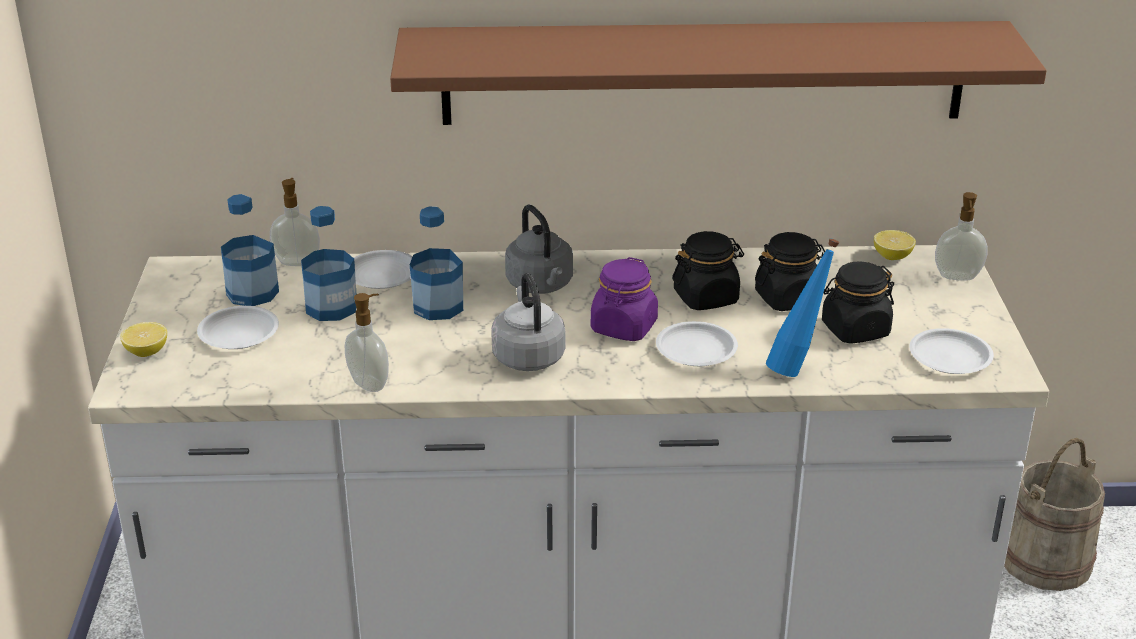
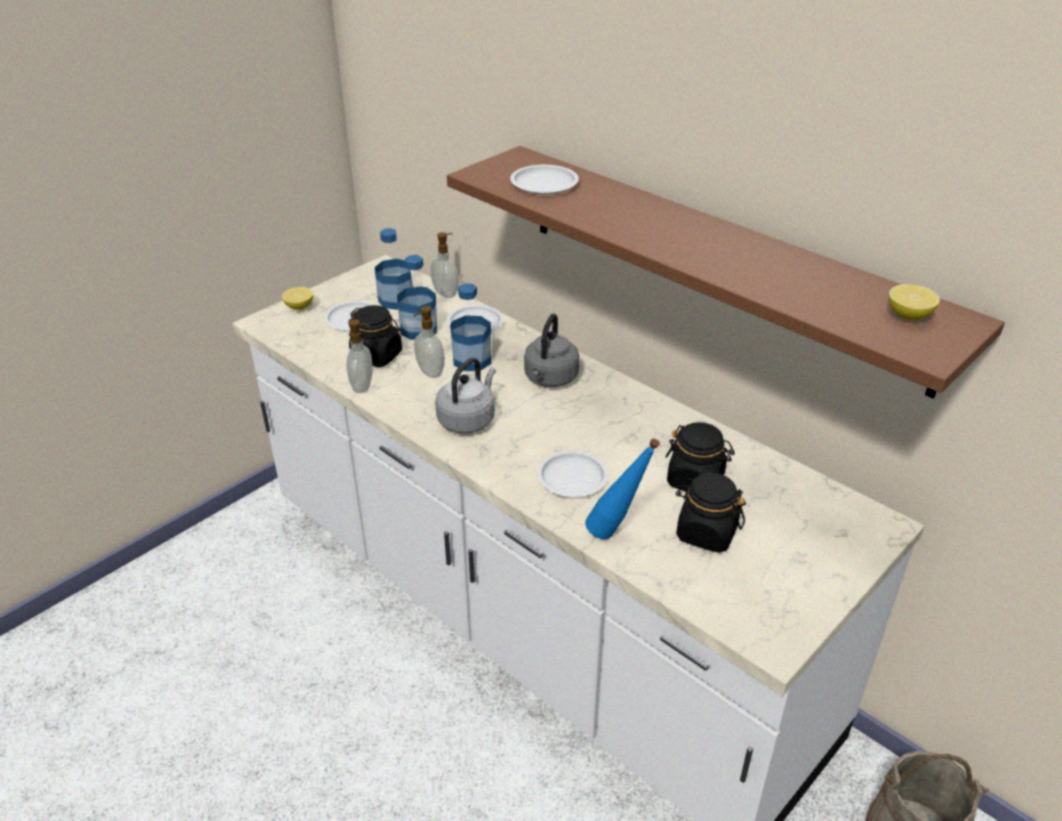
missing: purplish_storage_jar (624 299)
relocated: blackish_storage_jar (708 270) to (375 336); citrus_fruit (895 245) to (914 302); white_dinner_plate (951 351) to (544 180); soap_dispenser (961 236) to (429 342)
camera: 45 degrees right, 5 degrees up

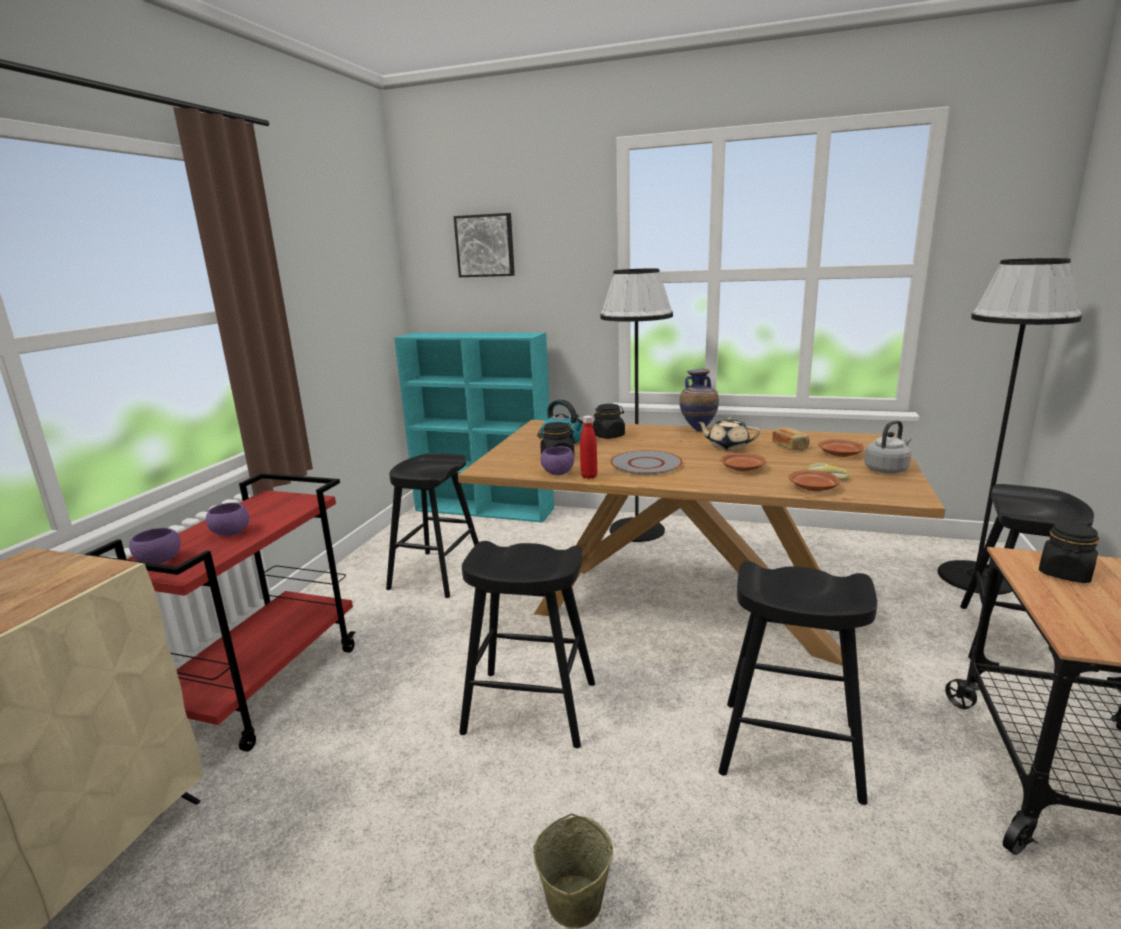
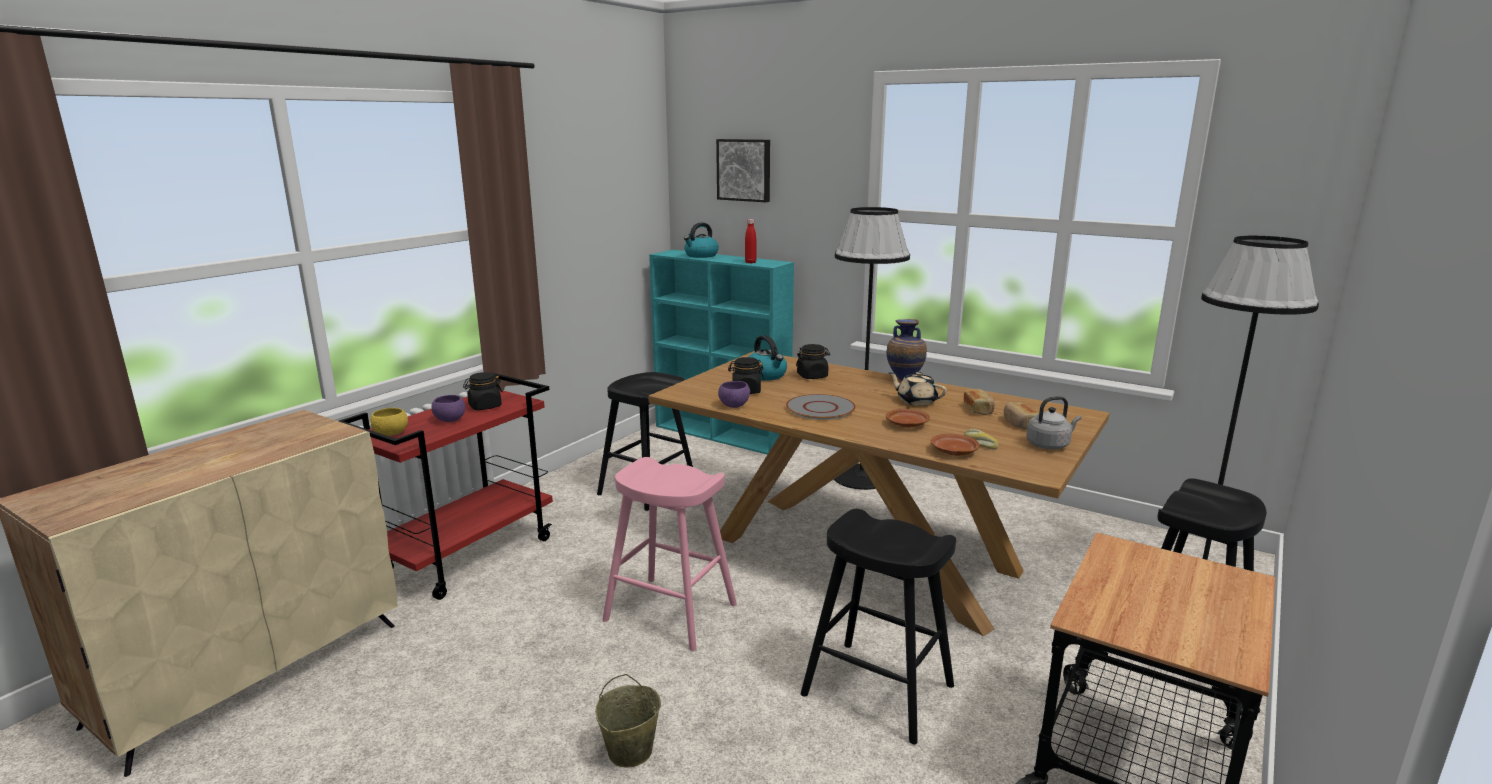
appeared: water_kettle (701 240)
relocated: red_bottle (588 447) to (750 241); blackish_storage_jar (1069 552) to (483 391)
exchanged: brown-coloured_dinner_plate (841 448) to baked_bread (1021 416)
colour: purplish_serving_bowl (155 546) to yellow_serving_bowl (389 422); blackish_sitting_stool (527 644) to pink-coloured_sitting_stool (669 554)
camera: 15 degrees right, 0 degrees up

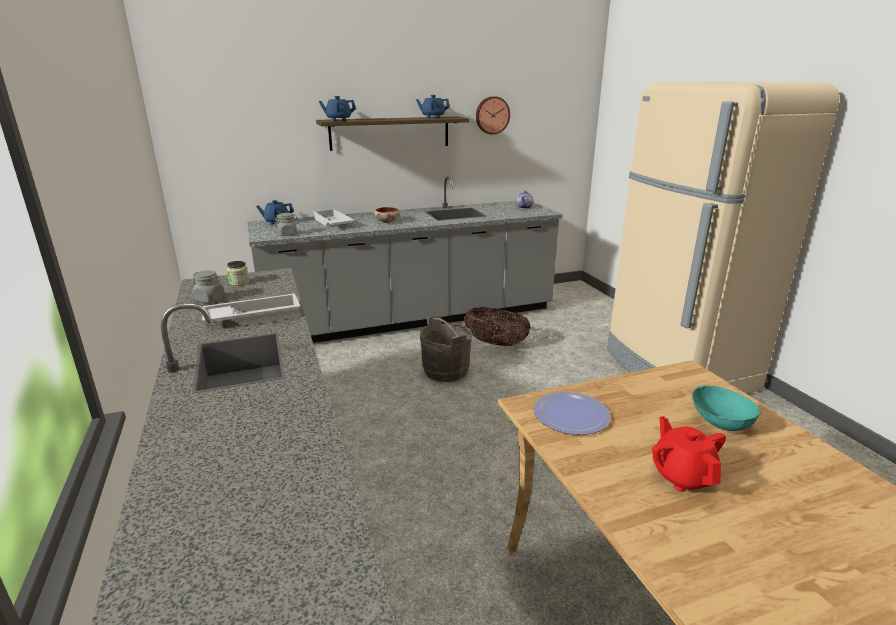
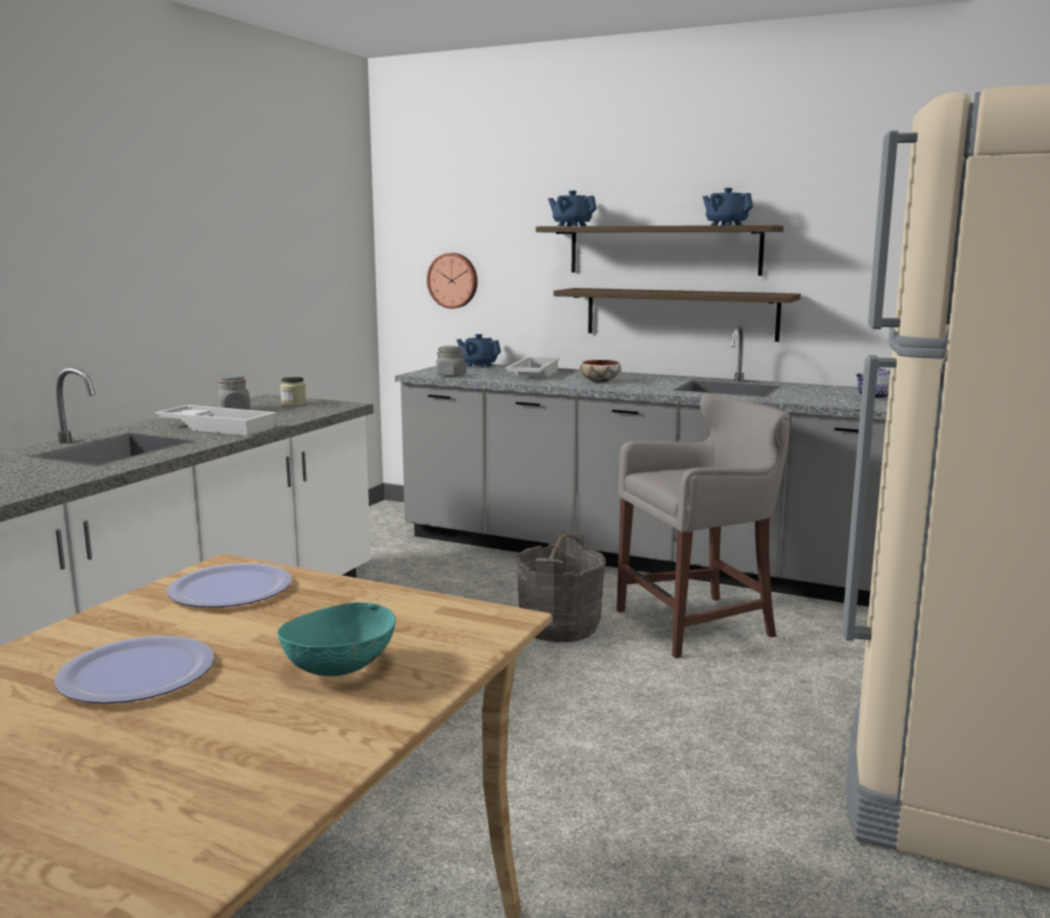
appeared: wall_shelf (677 315)
relocated: wall_clock (493 115) to (452 281)
exchanged: basket (497 326) to gray_sitting_stool (703 526); red_teapot (689 454) to dinner_plate (134 670)
camera: 45 degrees right, 10 degrees down

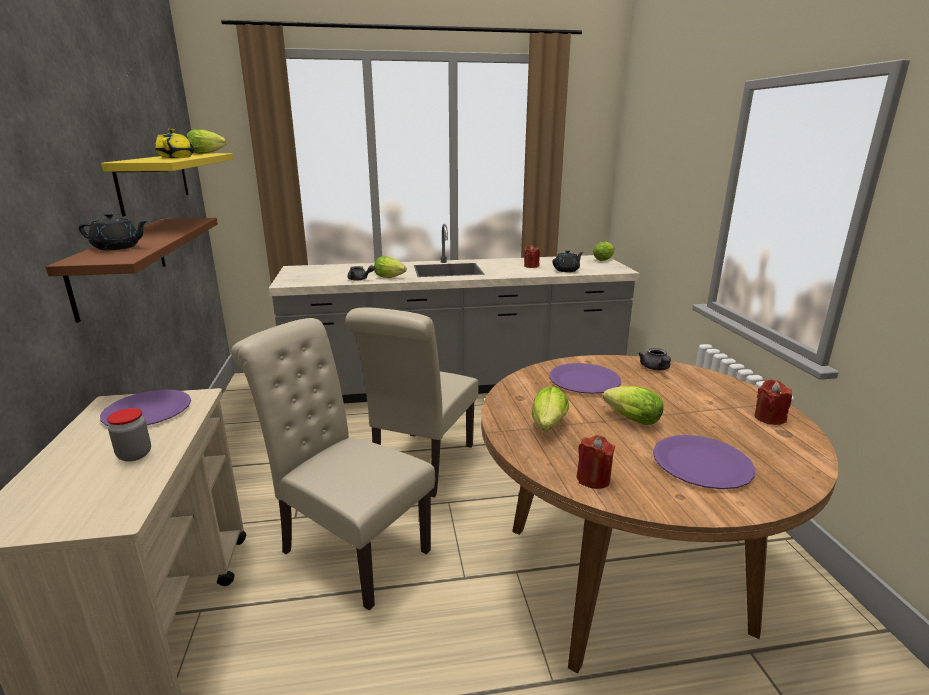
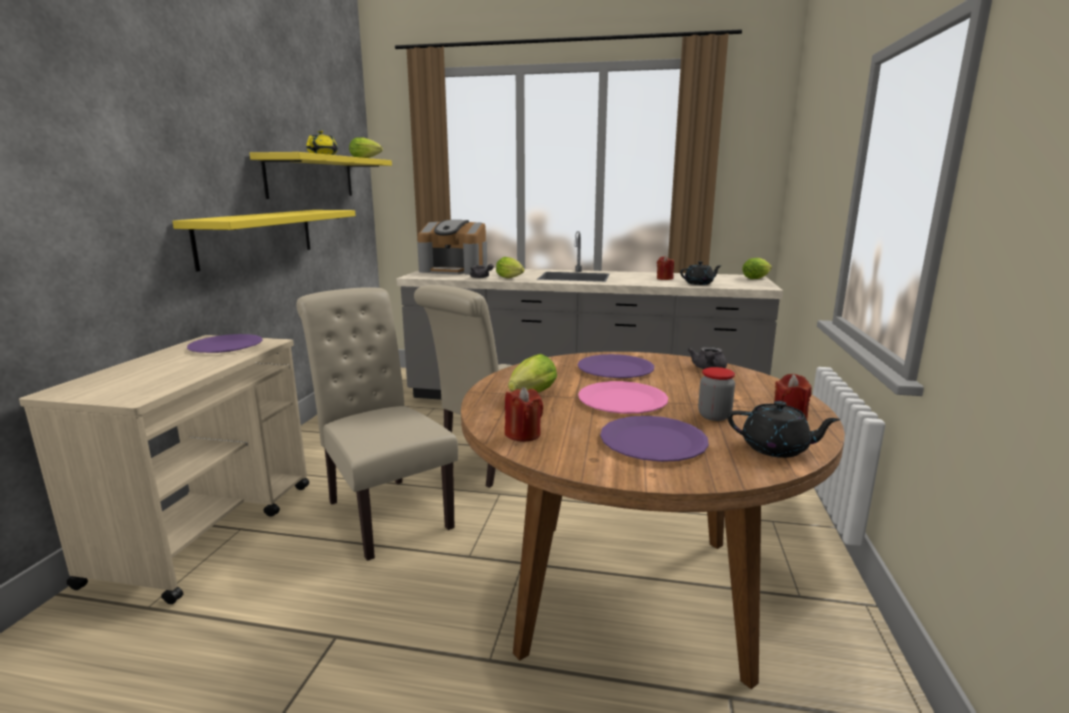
appeared: coffee_maker (452 247)
relocated: blackish_teapot (113 231) to (783 429); storage_jar (129 435) to (716 394)
exchanged: lettuce_head (633 405) to pink-coloured_dinner_plate (623 397)
colour: brown-coloured_wall_shelf (132 270) to yellow_wall_shelf (263 241)
camera: 20 degrees right, 5 degrees down

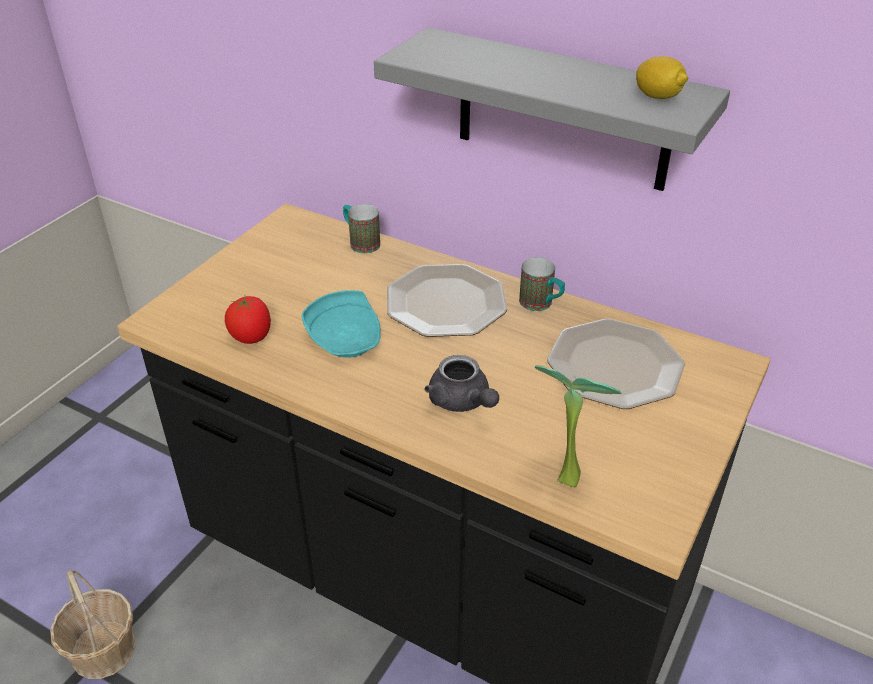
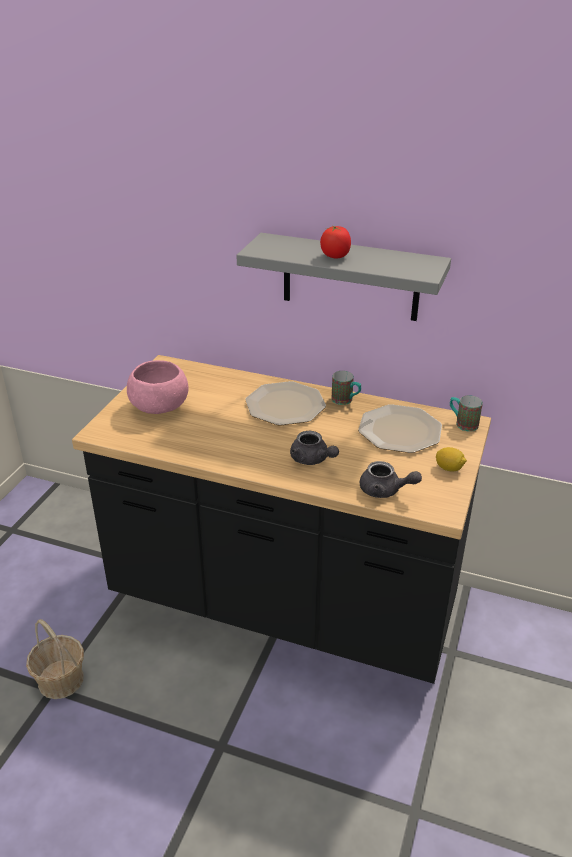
missing: turquoise_dinner_plate (341 324)
appeared: pink-coloured_serving_bowl (157 387)
relocated: whole_tomato (248 320) to (335 242); mug (361 229) to (466 414); citrus_fruit (662 77) to (451 459)
exchanged: houseplant (578 426) to gray_teapot (391 479)
camera: 10 degrees left, 5 degrees down

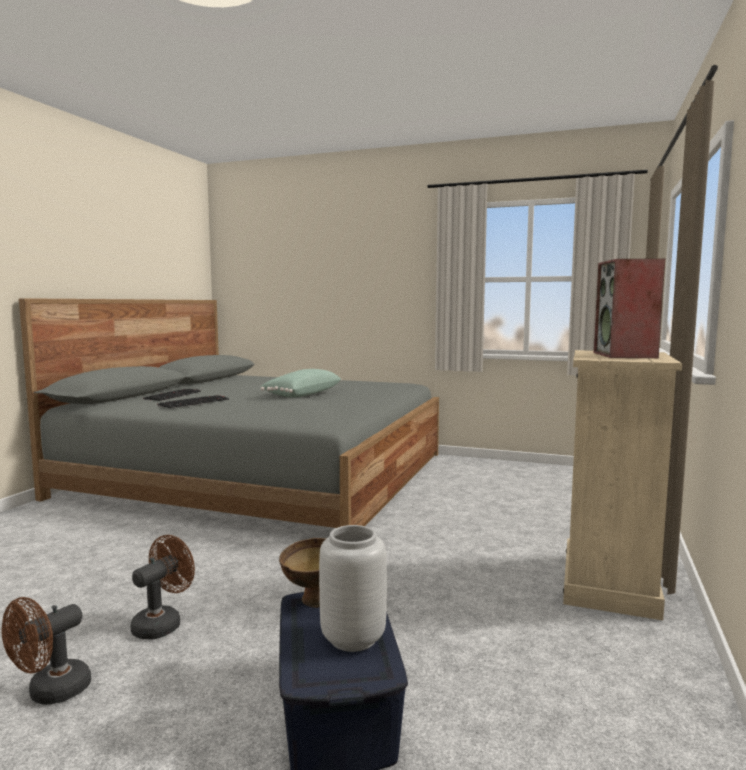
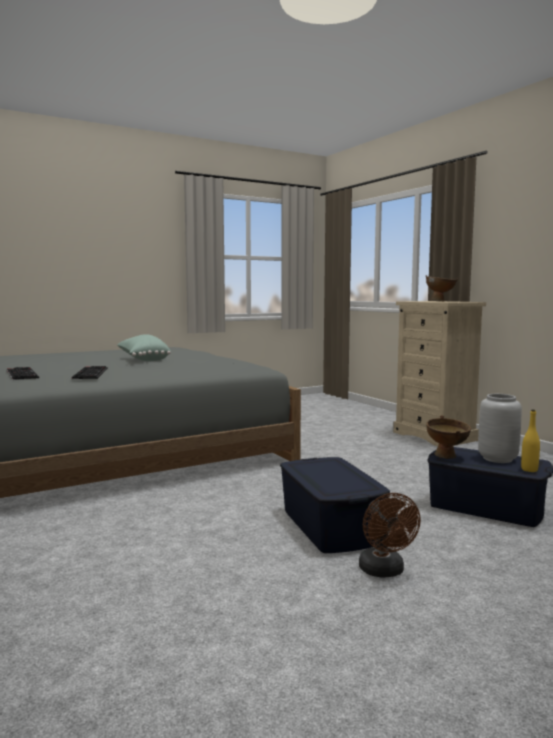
appeared: yellow_bottle (530 441)
exchanged: brown-coloured_cooling_fan (163 587) to blue-coloured_storage_box (335 505); loudspeaker (629 308) to brown-coloured_serving_bowl (442 288)
camera: 50 degrees left, 0 degrees up

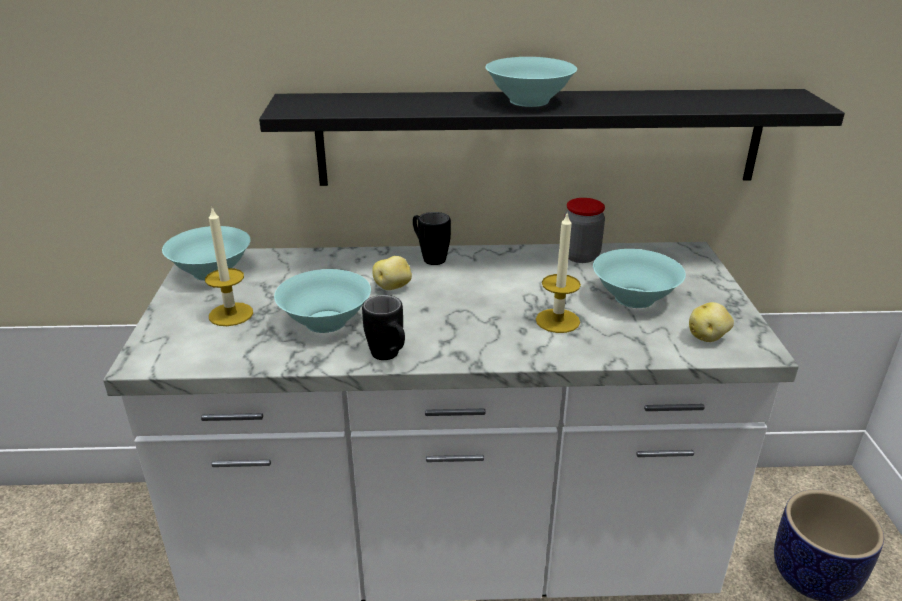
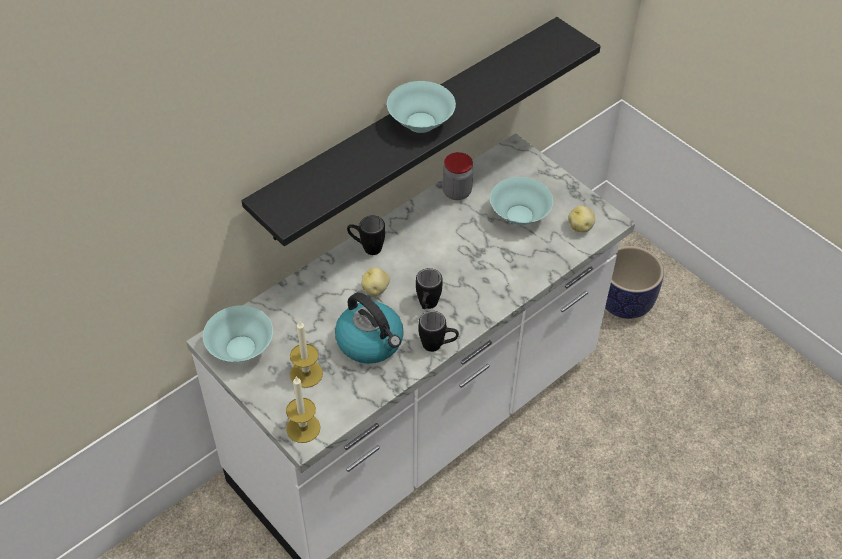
appeared: blackish_mug (429 288)
relocated: wax_candle (558 272) to (303 409)
exchanged: turquoise_serving_bowl (322 301) to water_kettle (369 328)
camera: 40 degrees left, 20 degrees up

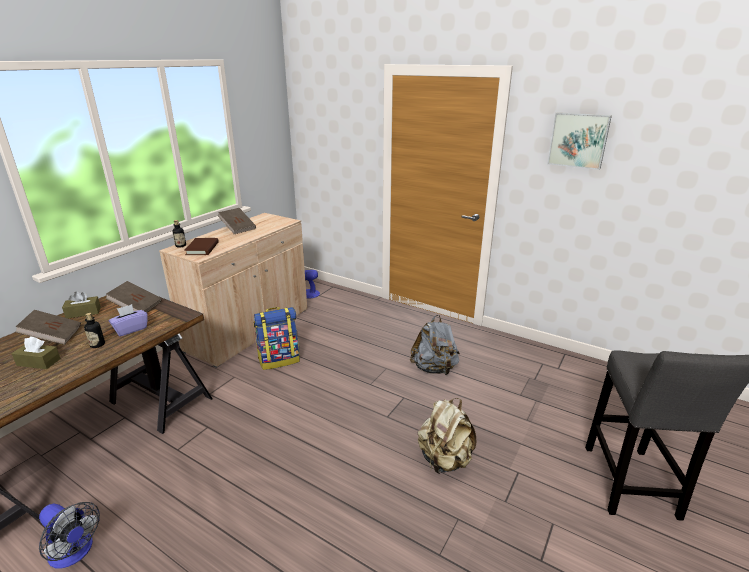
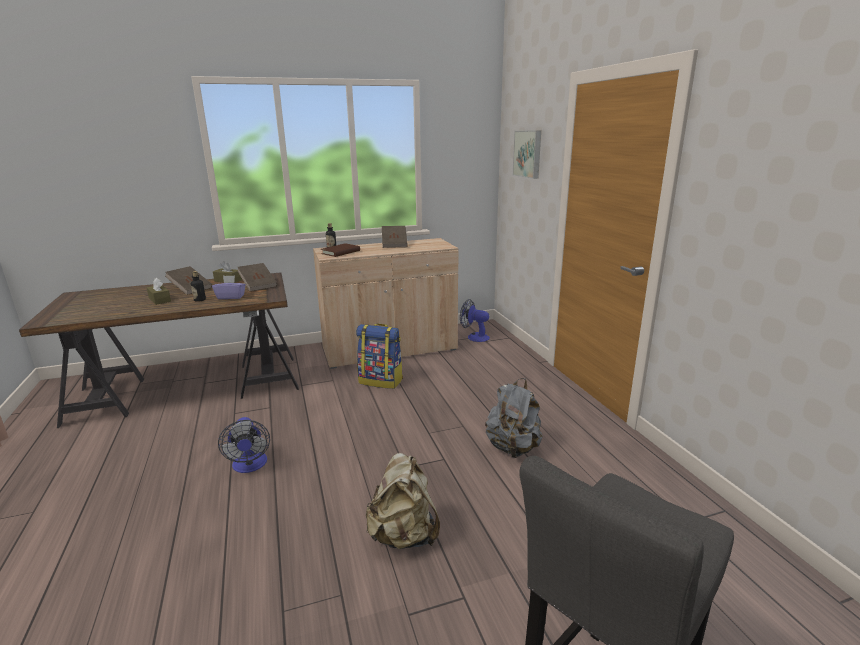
relocated: cooling_fan (69 535) to (244 445); wall_picture (579 141) to (527 154)
camera: 40 degrees right, 5 degrees down

